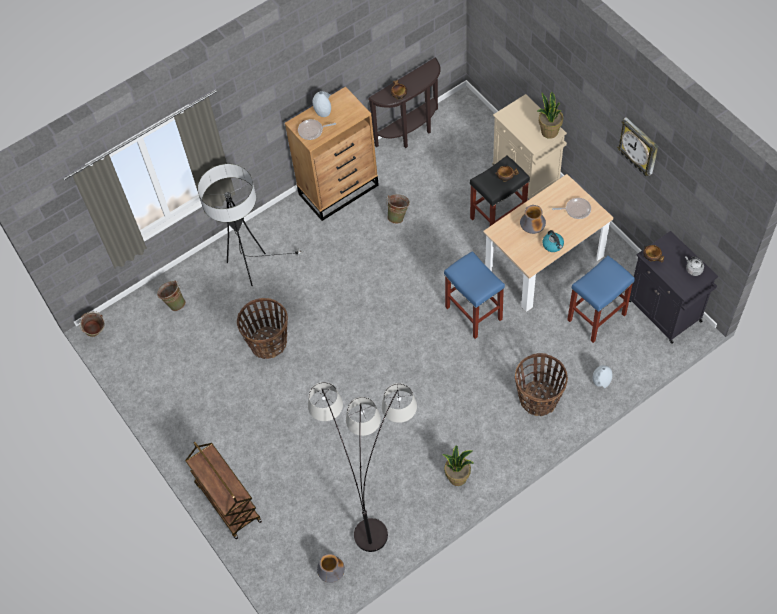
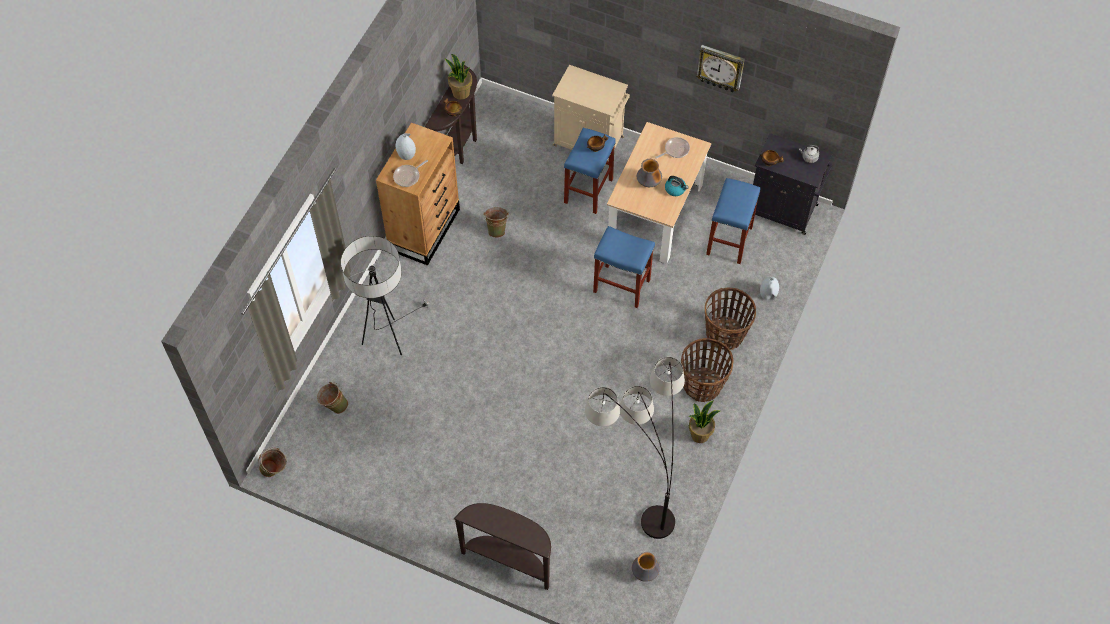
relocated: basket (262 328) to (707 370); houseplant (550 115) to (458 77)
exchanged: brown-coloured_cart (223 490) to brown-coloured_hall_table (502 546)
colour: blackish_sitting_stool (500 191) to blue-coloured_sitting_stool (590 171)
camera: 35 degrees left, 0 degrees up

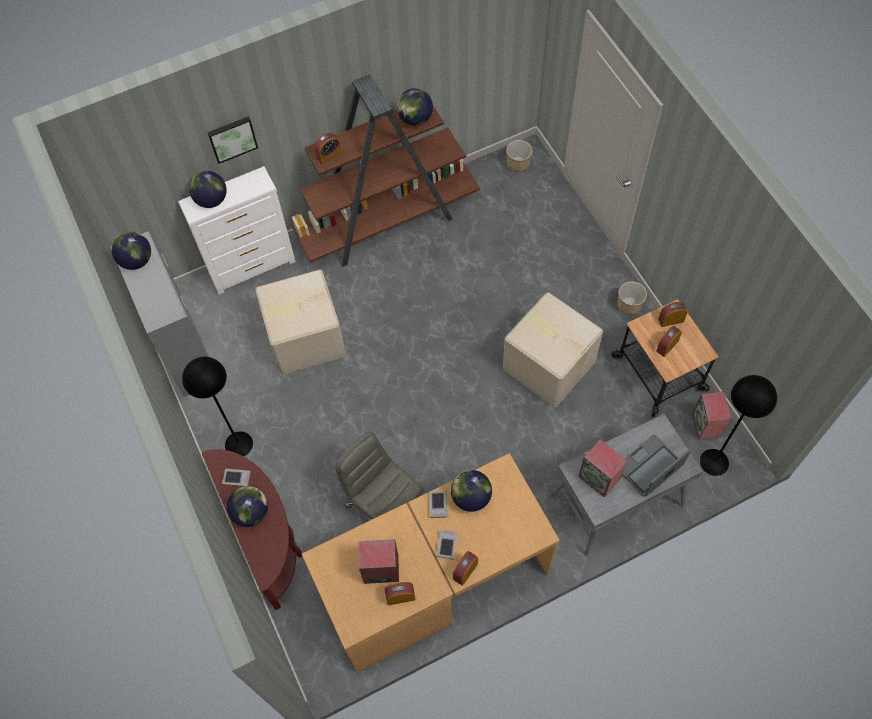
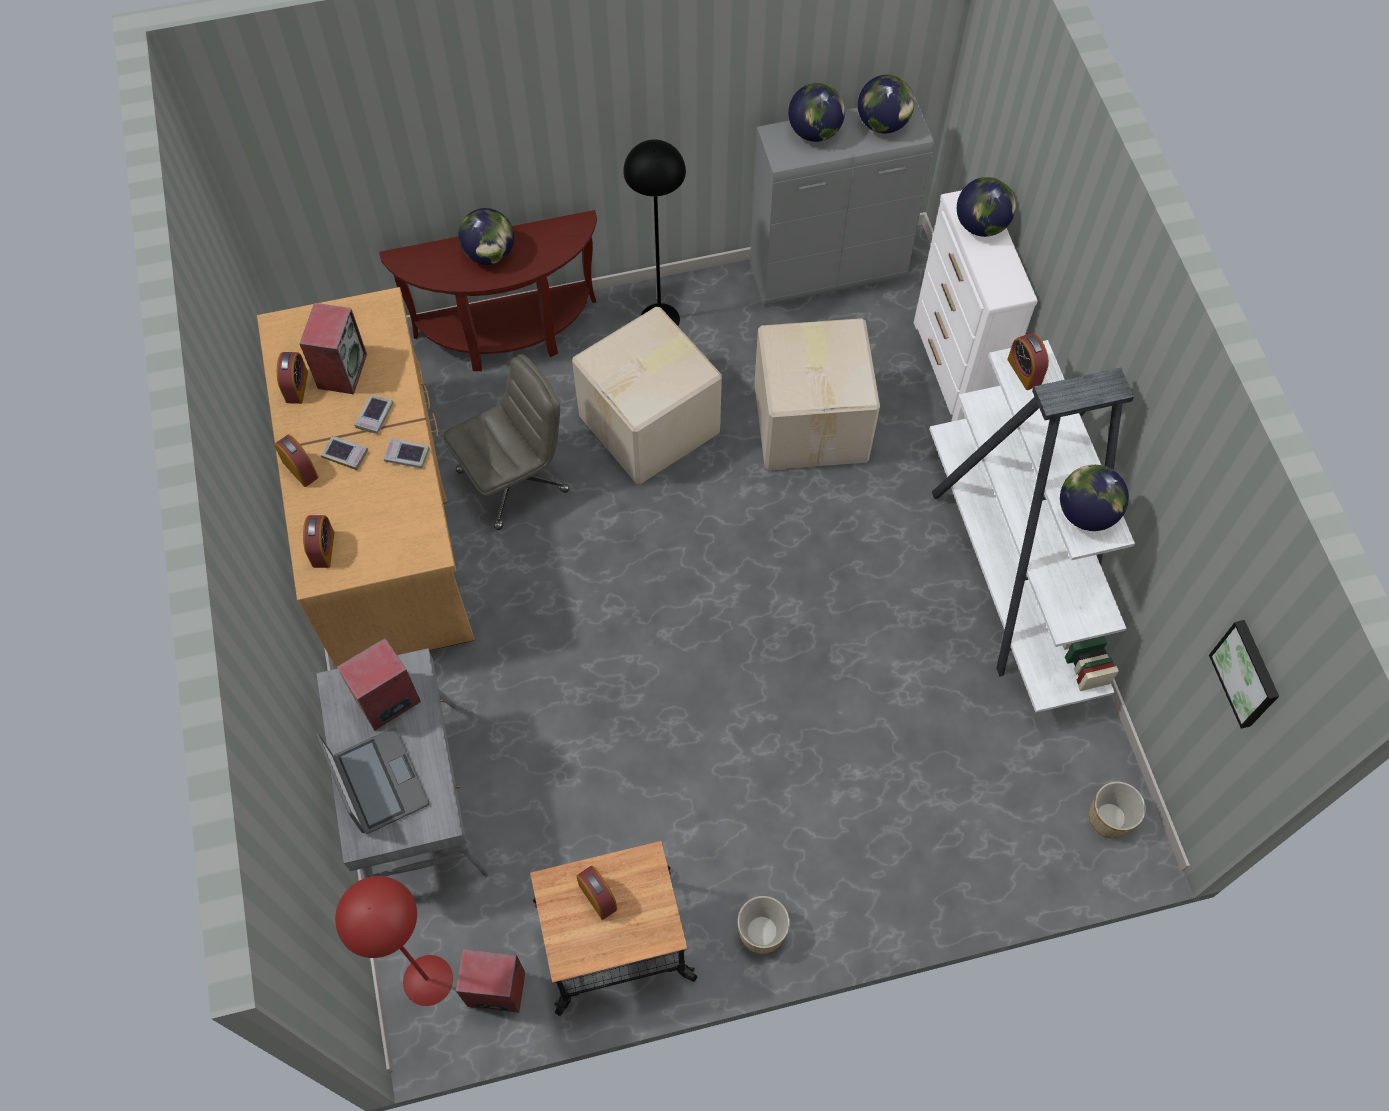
relocated: wall_picture (233 140) to (1244 674); bound_book (236 478) to (374 414); globe (471 491) to (816 112); packing_box (553 349) to (647 395); table_clock (672 314) to (319 541)
colour: brown-coloured_bookshelf (386 170) to white_bookshelf (1032 526); blackish_standard_lamp (738 425) to red_standard_lamp (394 941)
camera: 100 degrees right, 0 degrees up

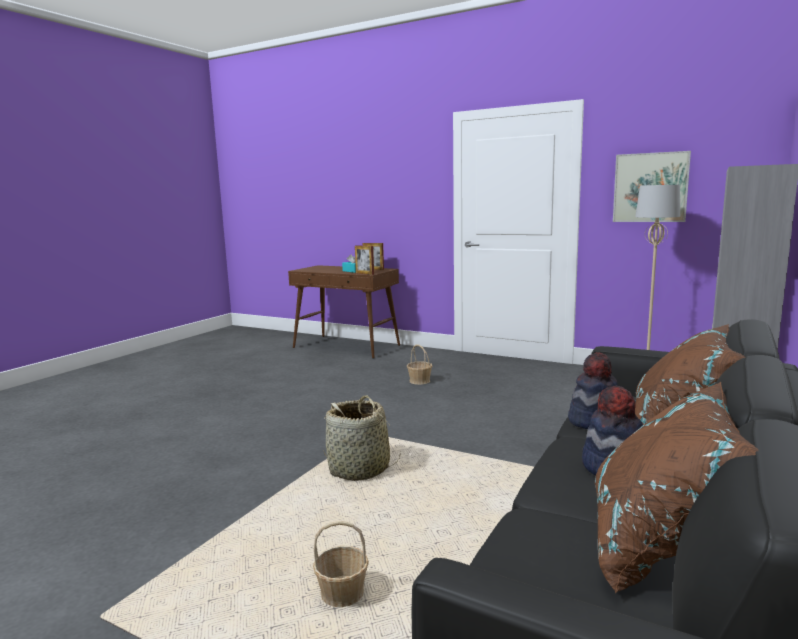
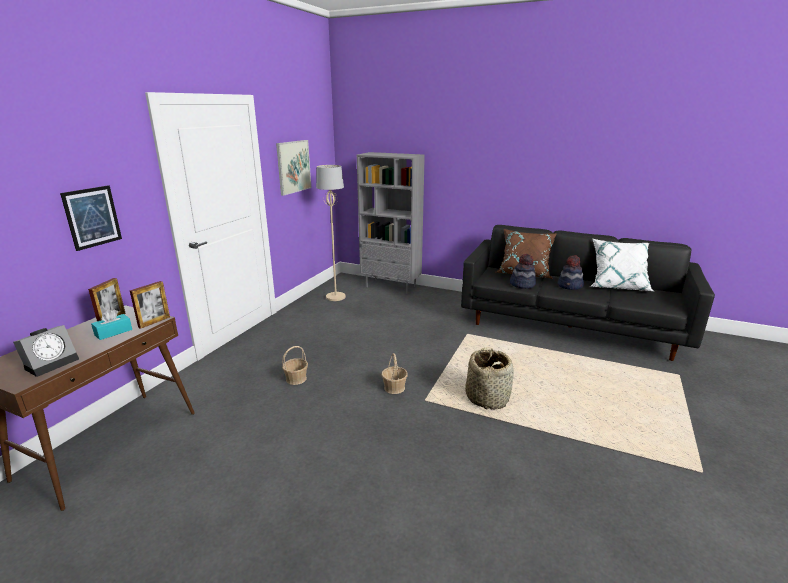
appeared: table_clock (46 351); wall_picture (91 218)
relocated: basket (341 564) to (395 373)
colour: brown-coloured_cushion (677 487) to white_cushion (621 265)
camera: 95 degrees left, 10 degrees up

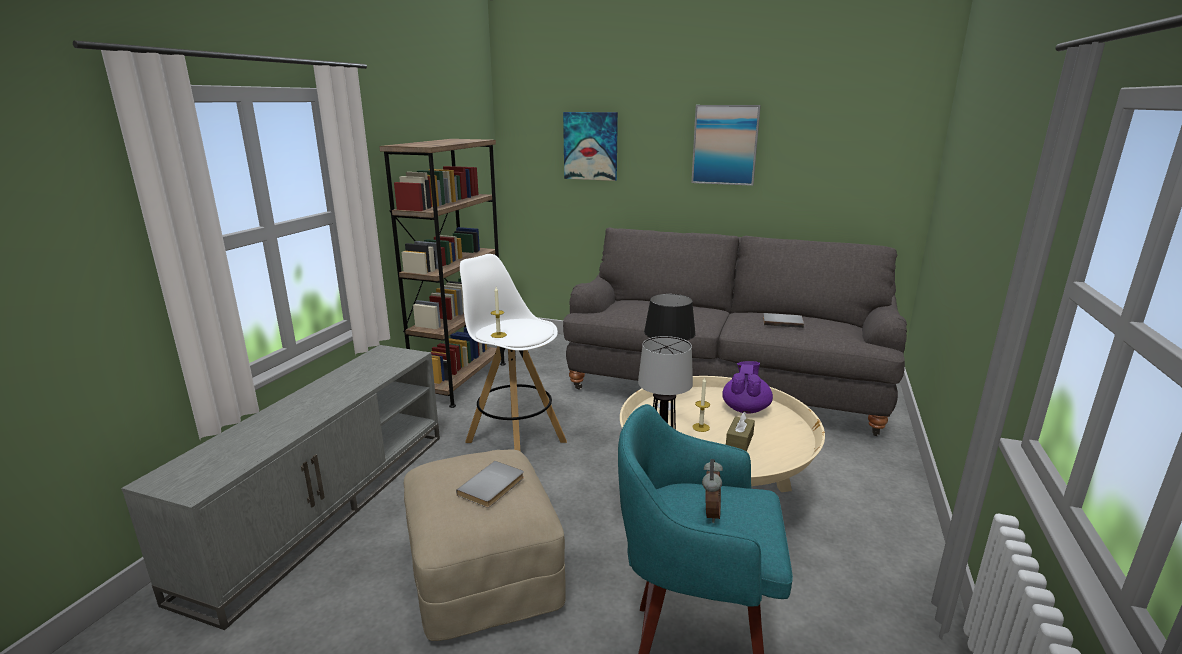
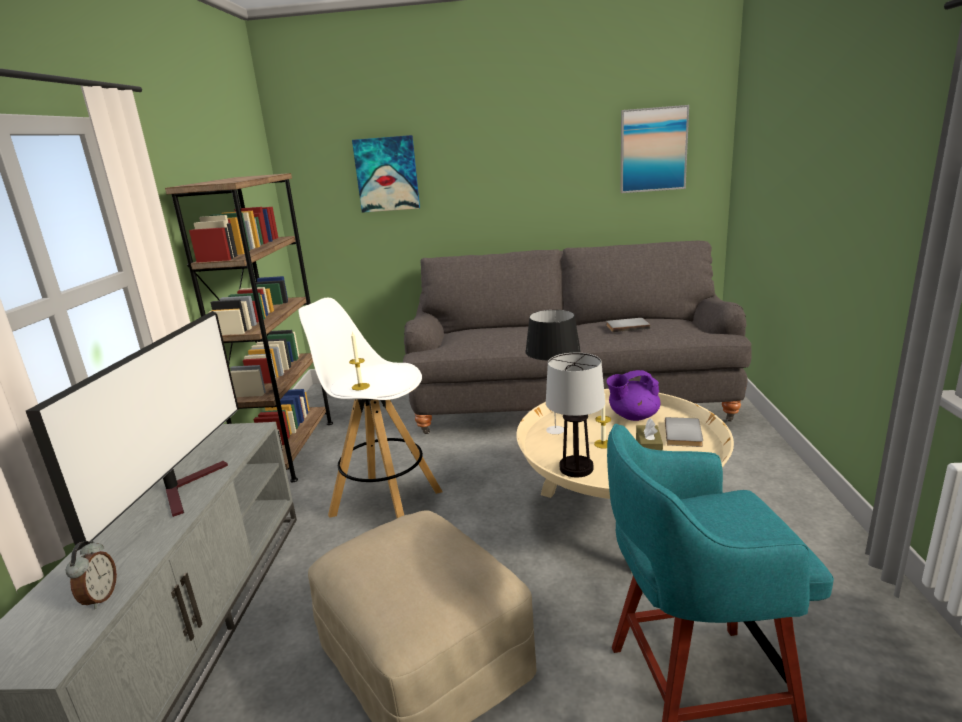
appeared: television (132 431)
relocated: gray_bound_book (490 484) to (684 432); wall_picture (726 145) to (655 149); table_clock (712 491) to (91 575)
spun: purplish_teapot (747 387) = (633 395) 105 degrees counterclockwise
camera: 15 degrees left, 0 degrees up

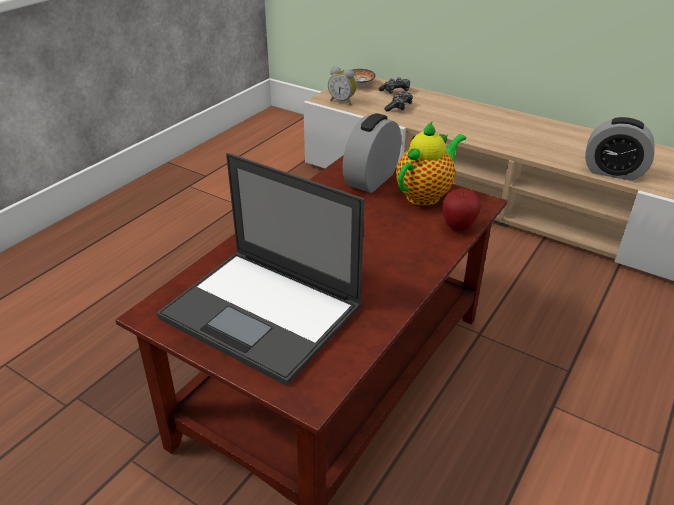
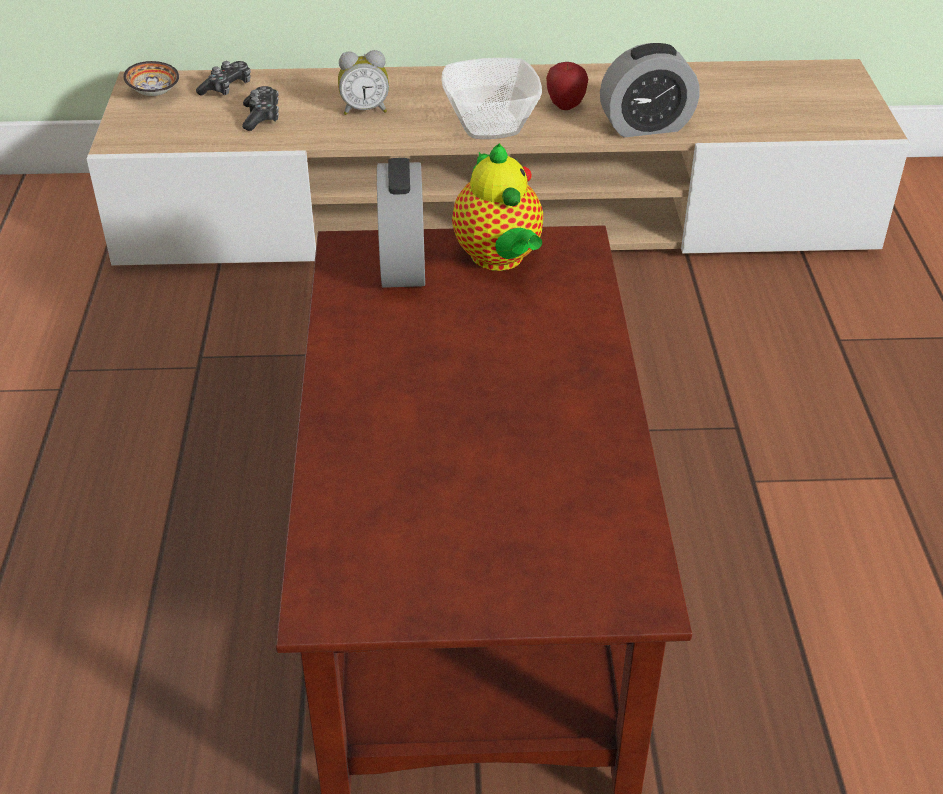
missing: portable_computer (260 269)
appeared: serving_bowl (492 98)
relocated: table_clock (342 85) to (363 82); apple_fruit (462 210) to (567 86)
spun: teapot (431 163) = (497 207) 150 degrees clockwise
camera: 35 degrees left, 5 degrees up

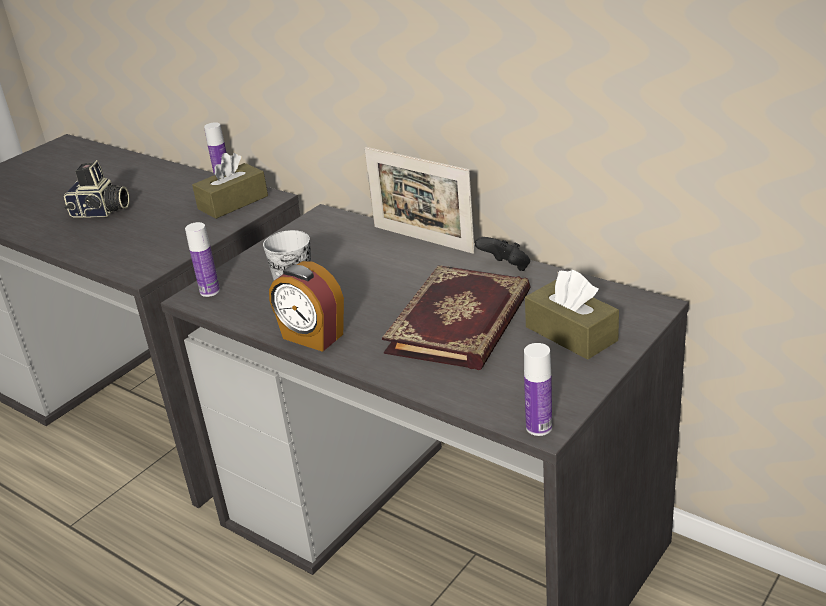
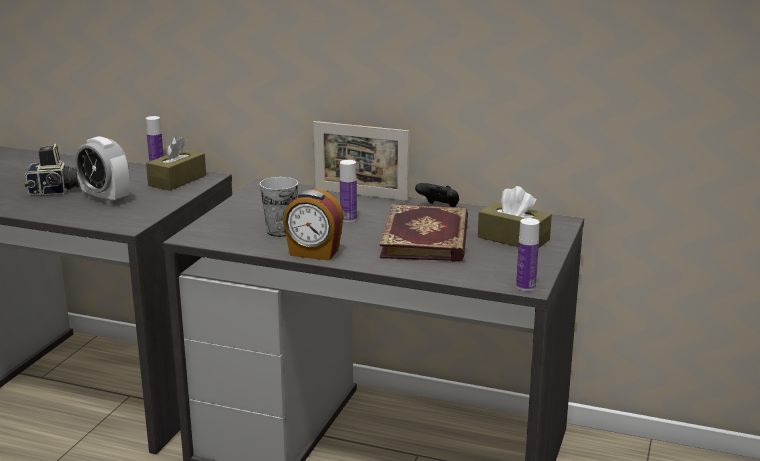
appeared: table_clock (102 170)
relocated: bottle (202 259) to (348 191)
camera: 20 degrees left, 10 degrees down

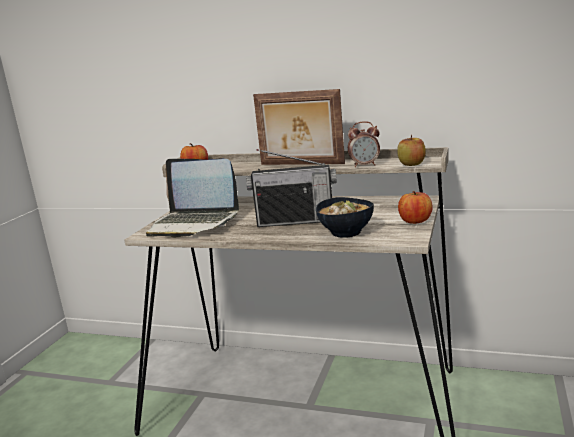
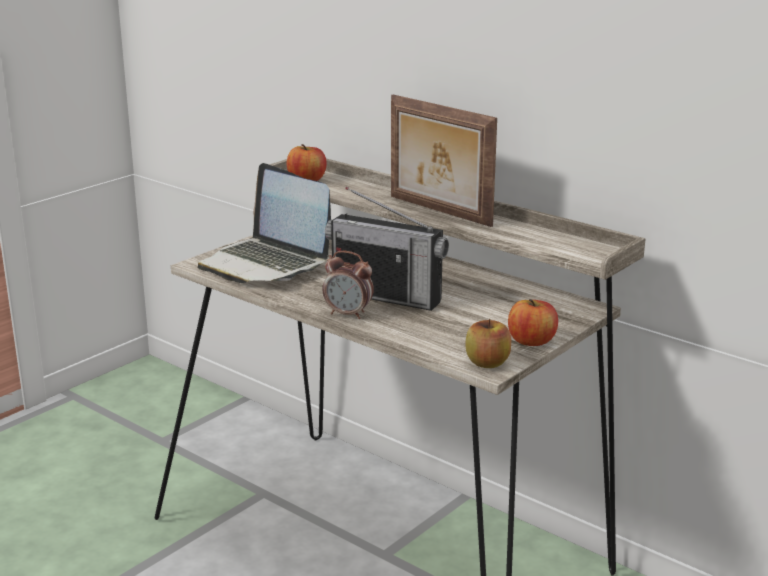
missing: serving_bowl (345 217)
relocated: table_clock (364 144) to (348 285); apple_fruit (411 150) to (488 343)
camera: 20 degrees right, 5 degrees up

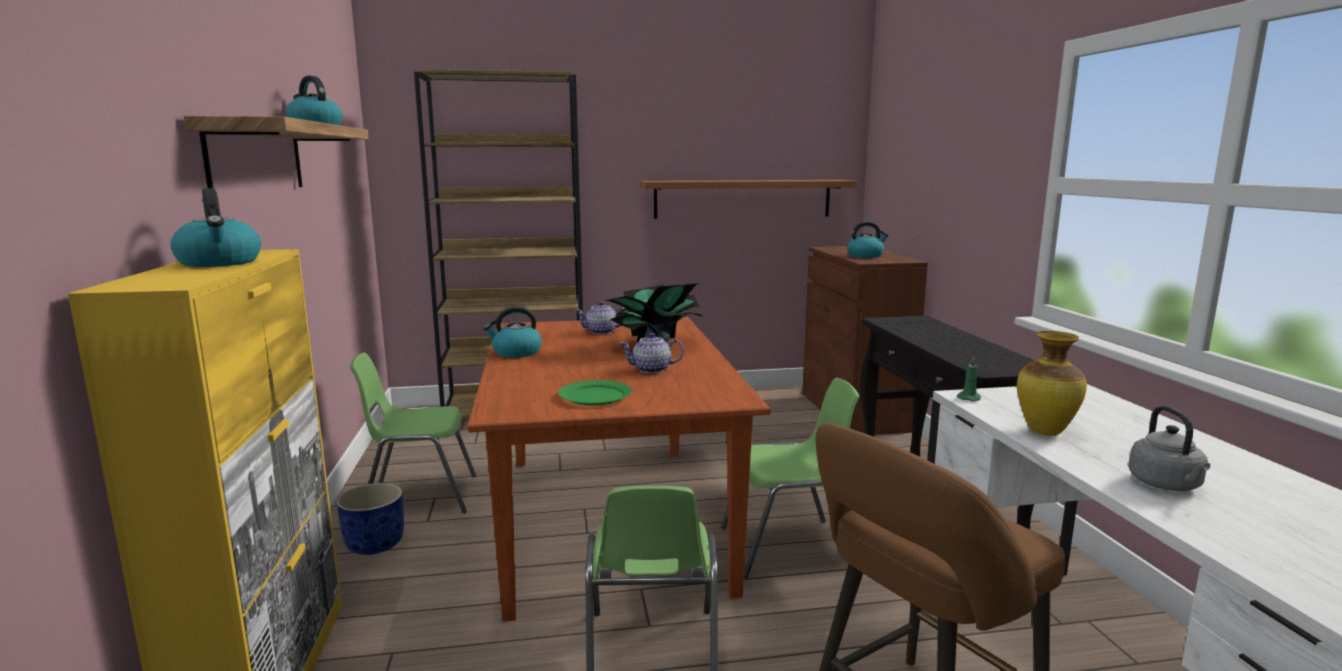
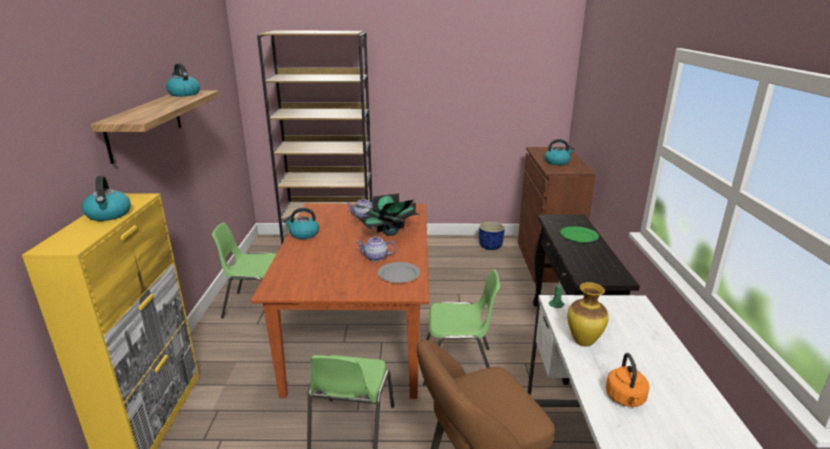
missing: wall_shelf (748 199)
appeared: gray_dinner_plate (399 272)
relocated: blue-coloured_plant_pot (370 519) to (492 236); green-coloured_dinner_plate (595 393) to (579 234)
colour: gray_water_kettle (1169 448) to orange-coloured_water_kettle (628 380)
camera: 10 degrees right, 10 degrees up

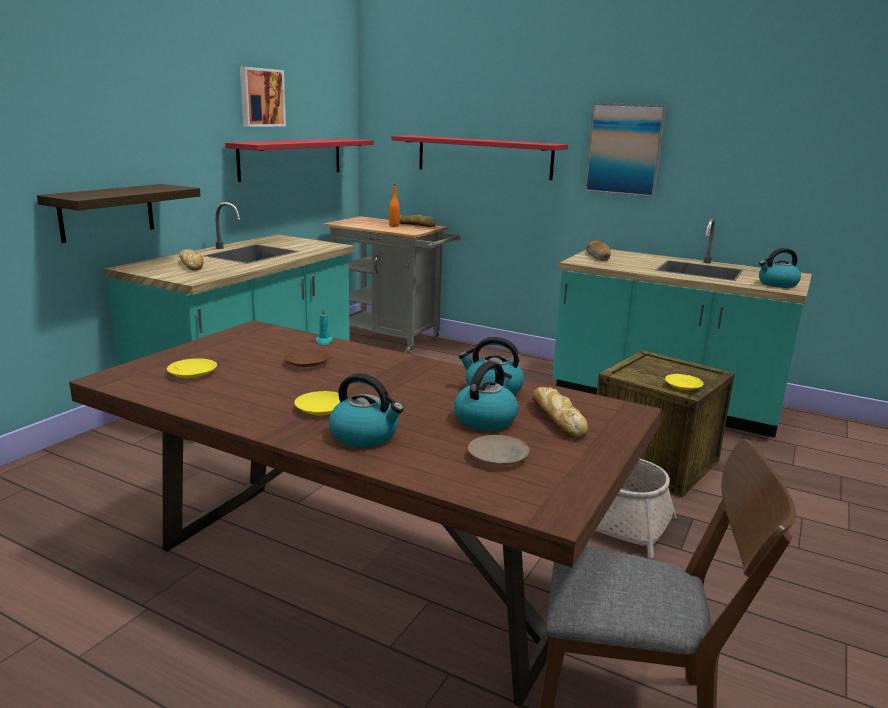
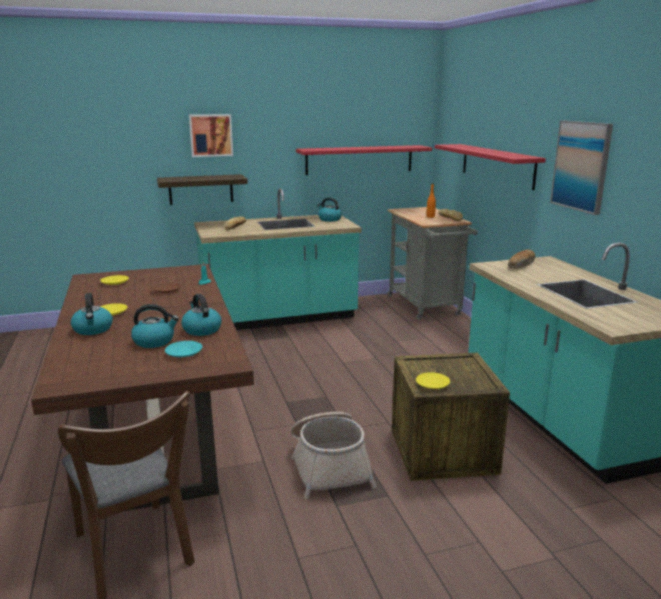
missing: sand-coloured_dinner_plate (498 450)
relocated: wall_picture (263 97) to (211 135); water_kettle (780 268) to (329 209)
exchanged: baked_bread (560 413) to turquoise_dinner_plate (183 349)
camera: 45 degrees right, 0 degrees up

